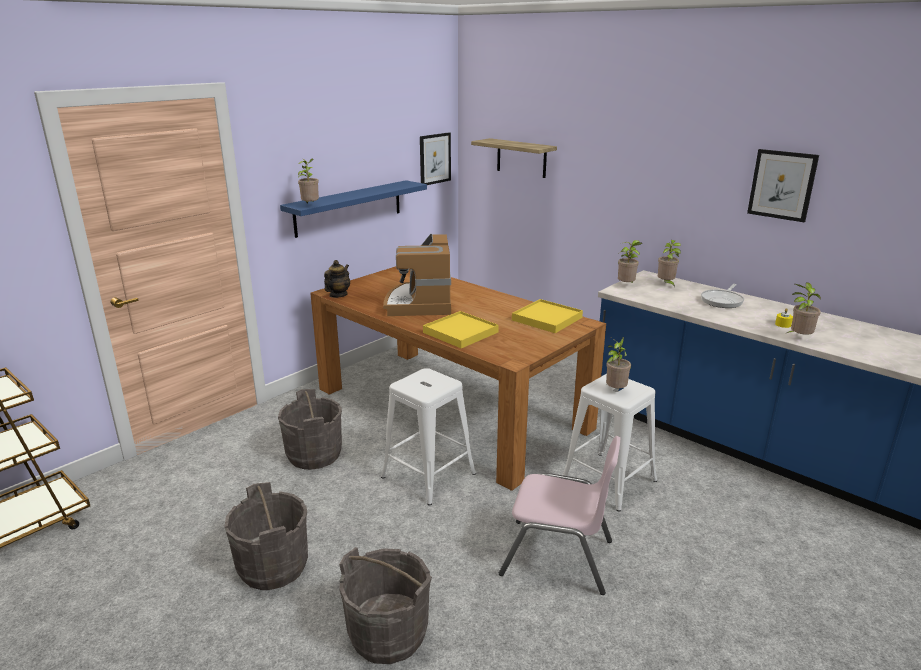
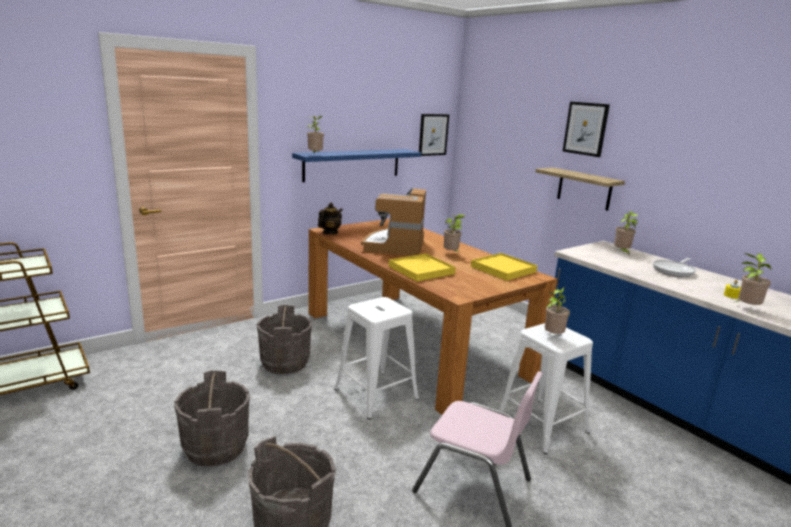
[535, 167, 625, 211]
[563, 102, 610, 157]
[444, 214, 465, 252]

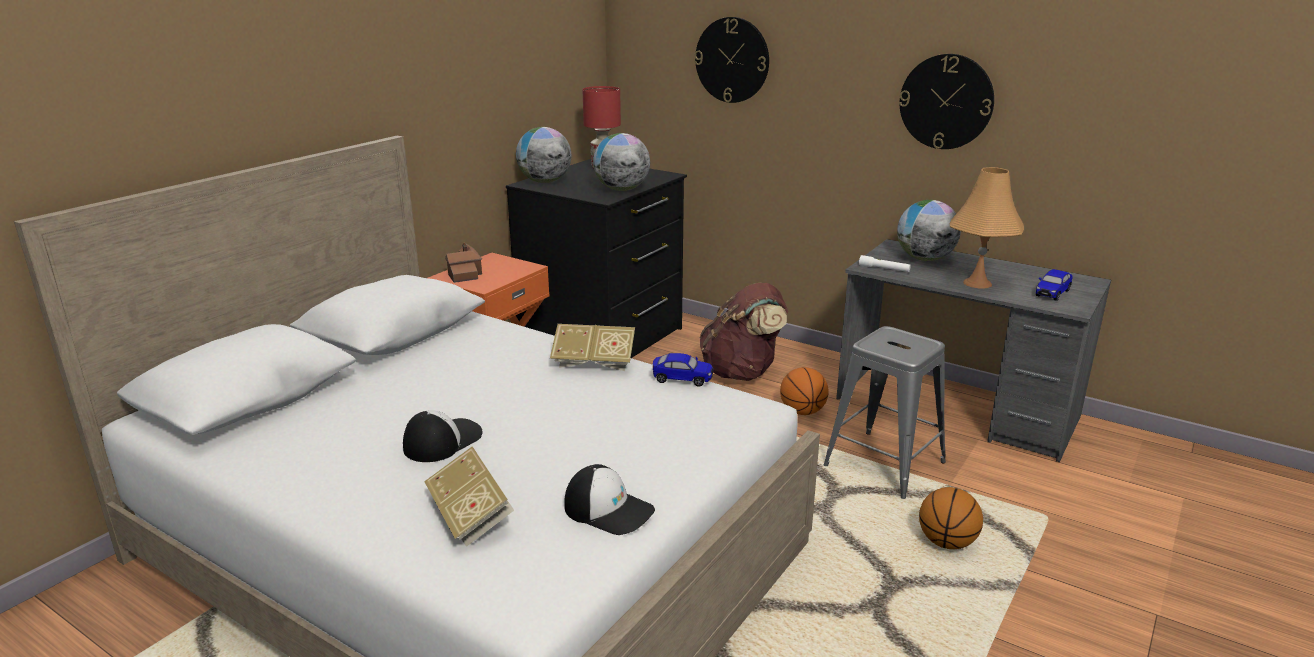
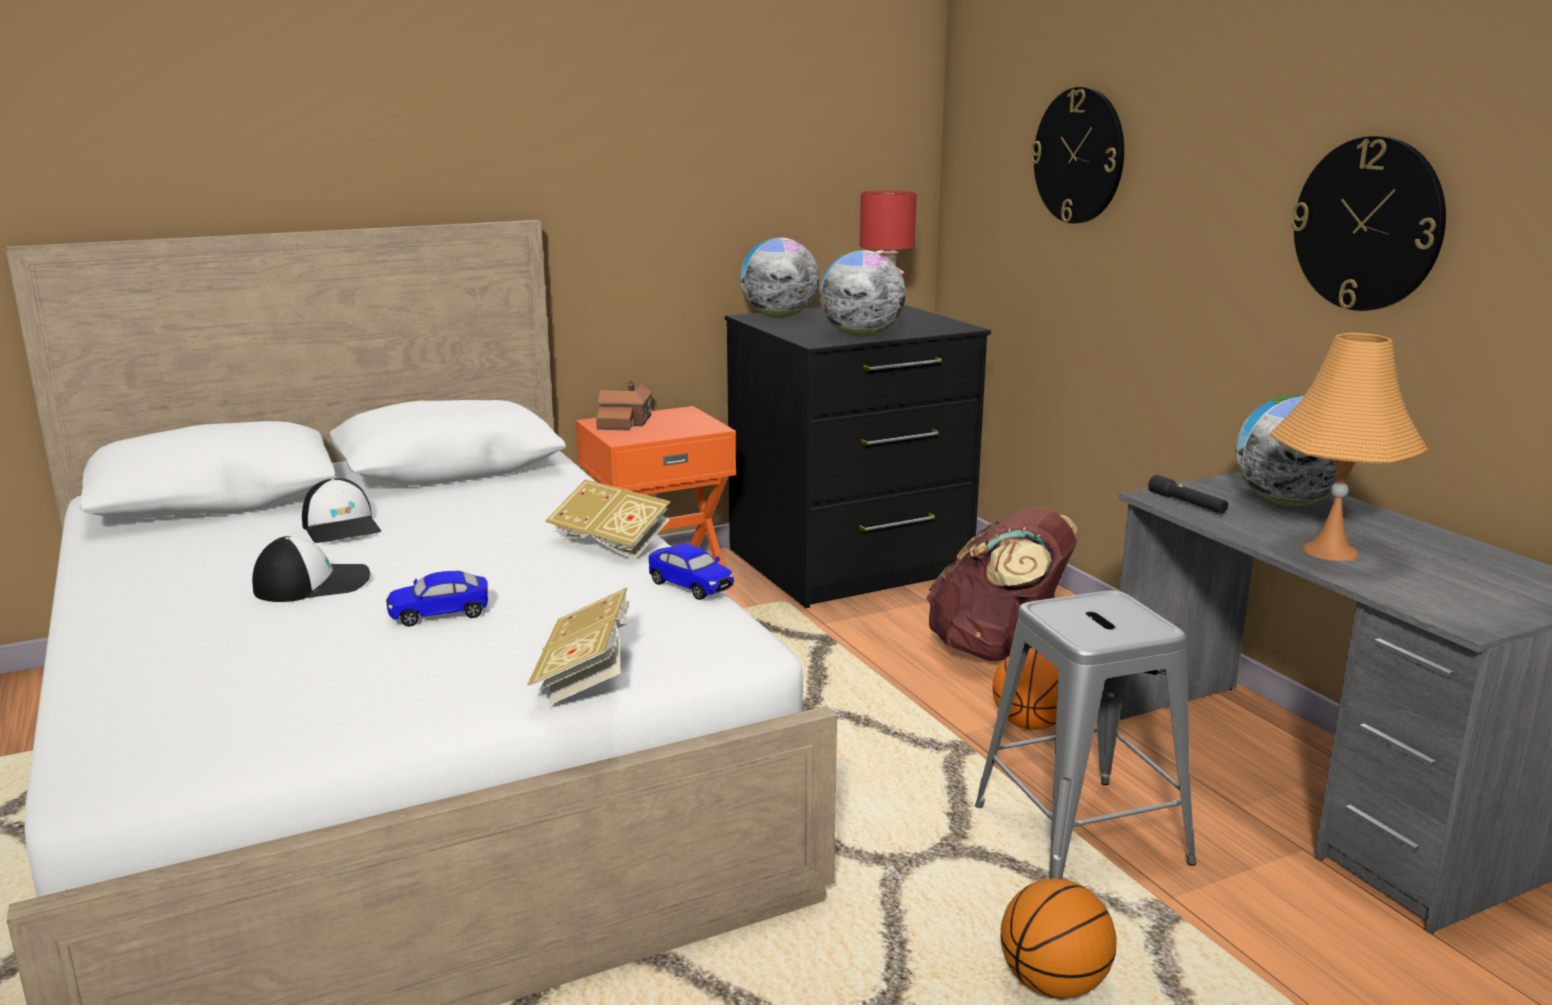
[1148, 475, 1228, 514]
[386, 571, 488, 627]
[527, 588, 635, 705]
[302, 478, 381, 543]

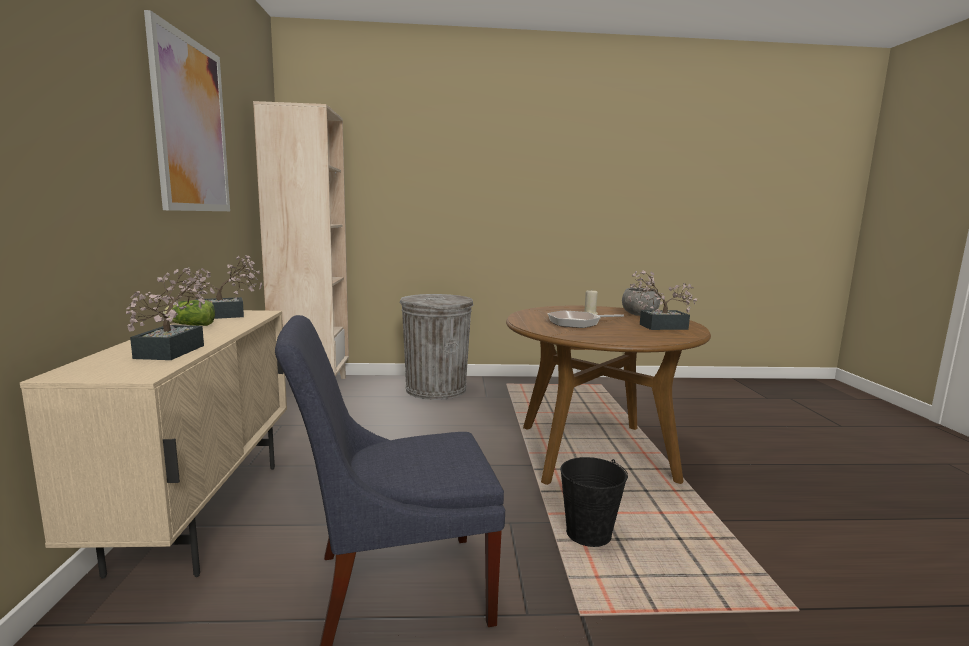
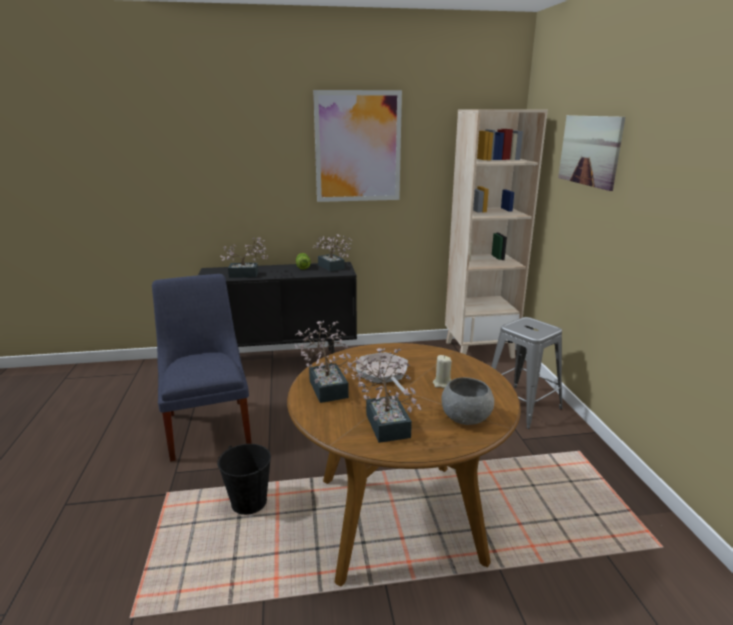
[491, 317, 563, 429]
[198, 262, 357, 354]
[558, 115, 625, 191]
[295, 321, 356, 403]

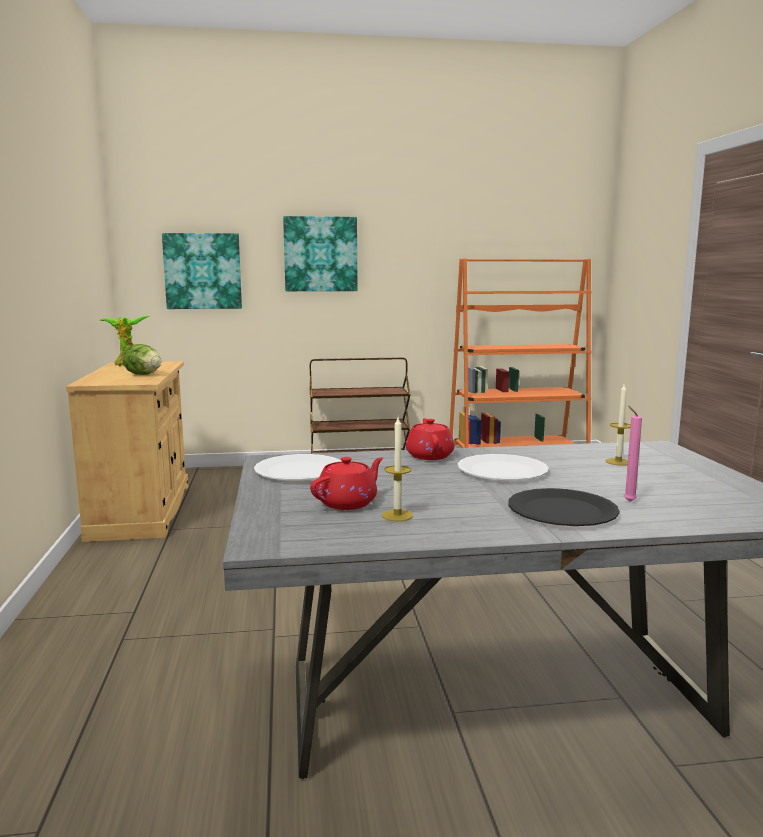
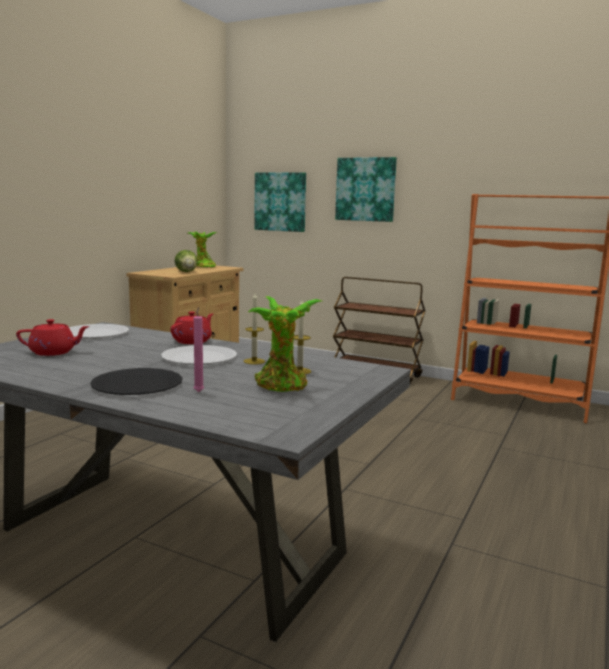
[243, 293, 265, 365]
[248, 296, 322, 392]

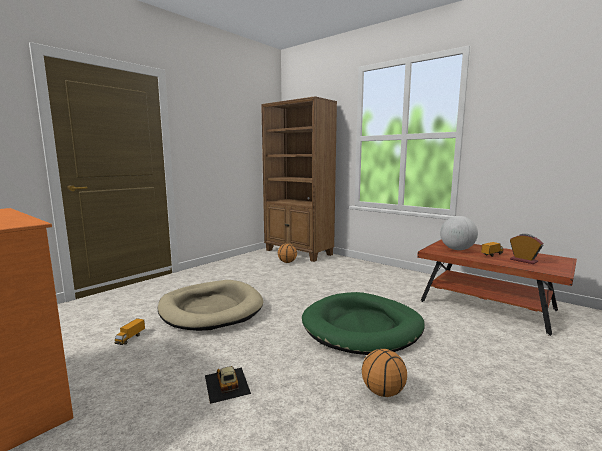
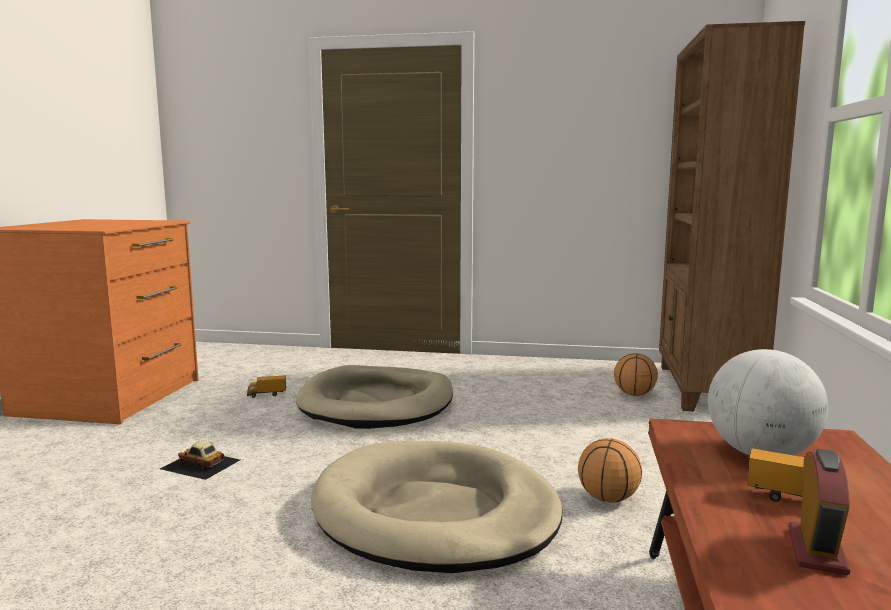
[311, 441, 563, 573]
[578, 438, 642, 503]
[160, 440, 240, 480]

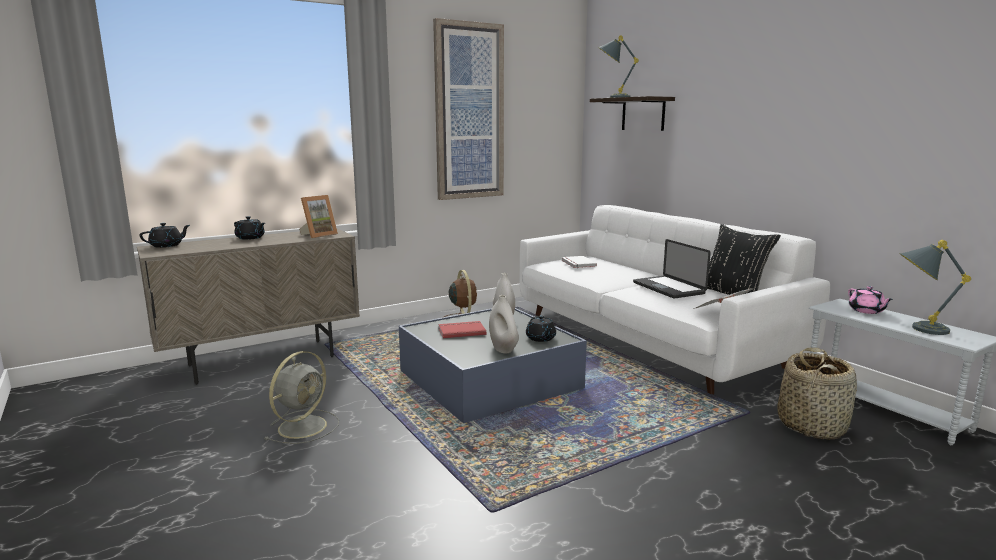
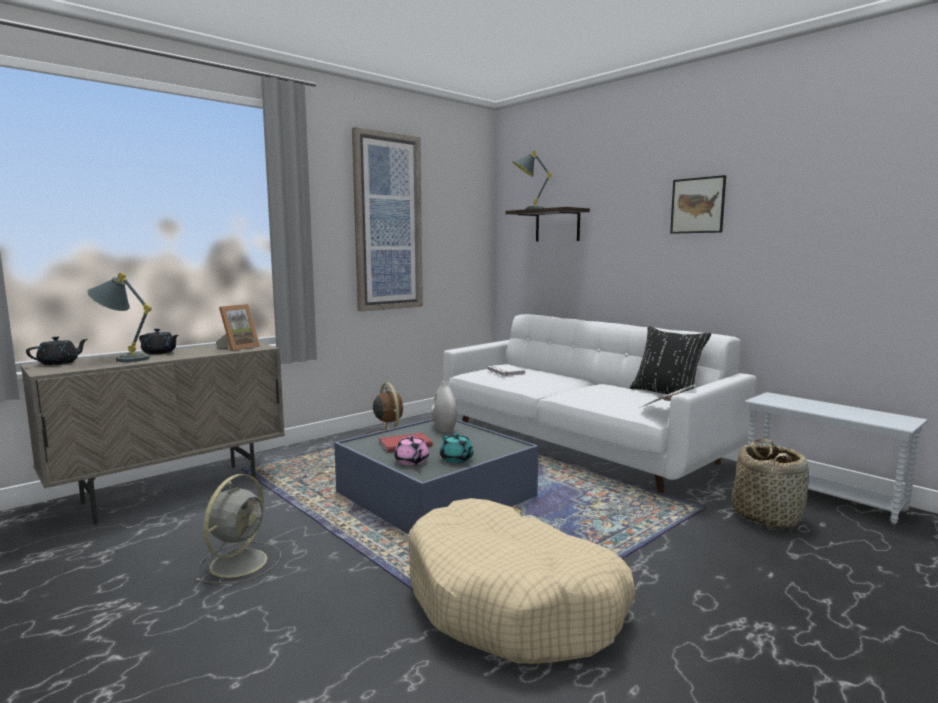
[633, 239, 711, 299] (first image)
[87, 273, 152, 362]
[394, 435, 429, 466]
[440, 433, 474, 463]
[526, 315, 556, 342] (first image)
[670, 175, 726, 234]
[408, 498, 635, 664]

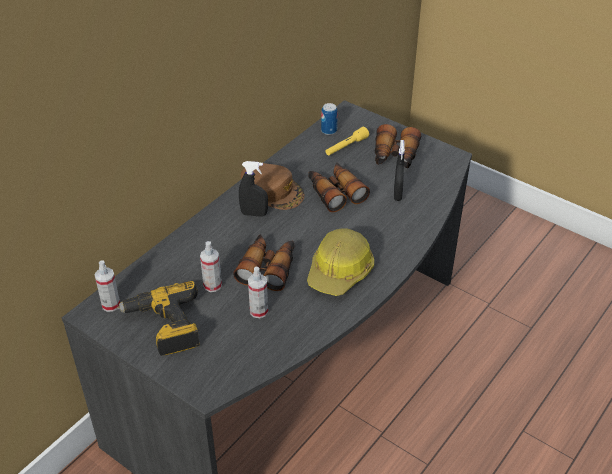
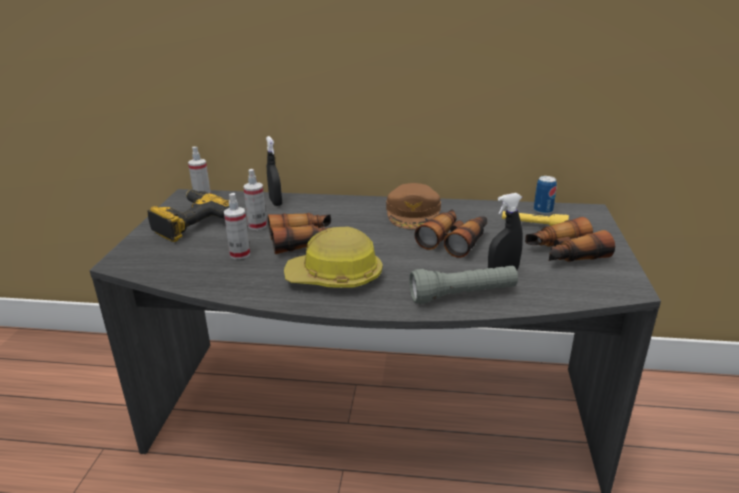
[266, 136, 282, 206]
[409, 266, 518, 304]

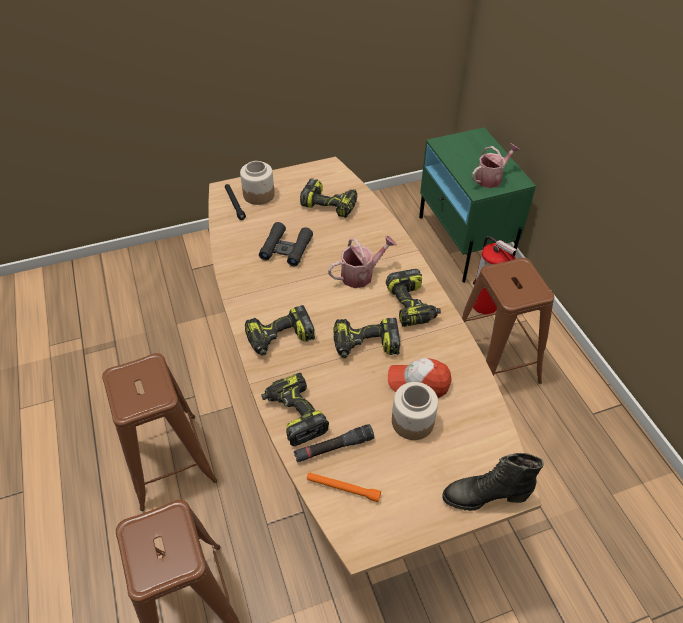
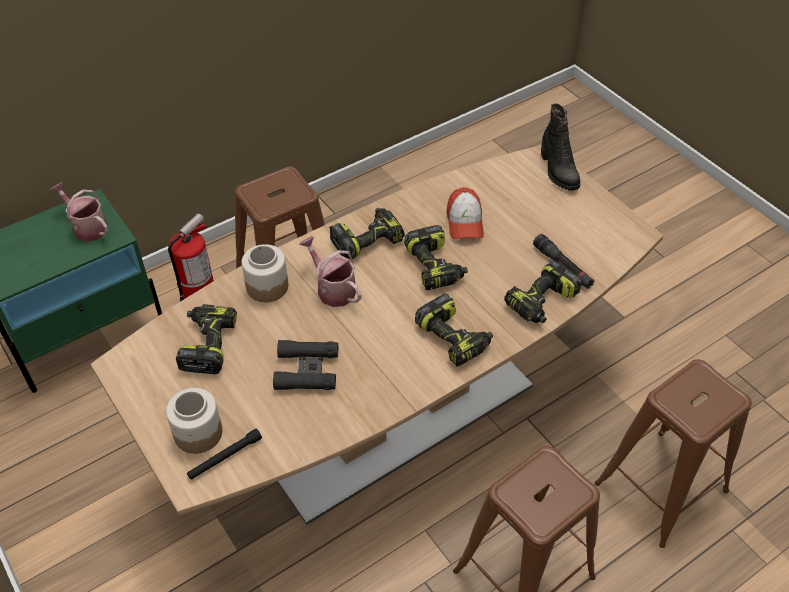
[242, 244, 288, 302]
[307, 472, 381, 502] (first image)

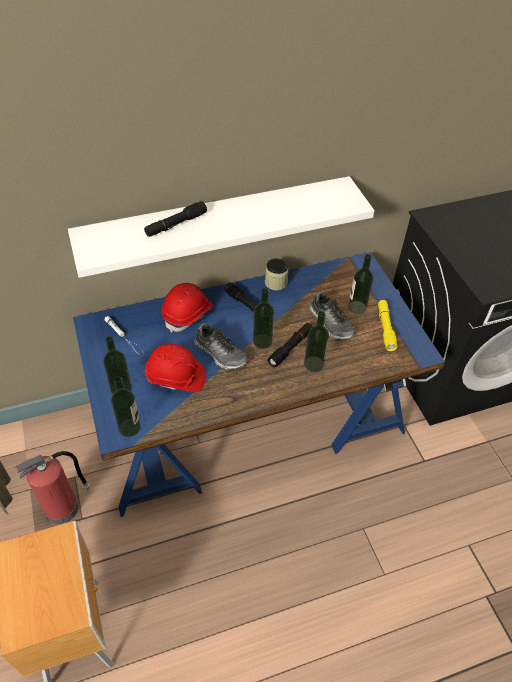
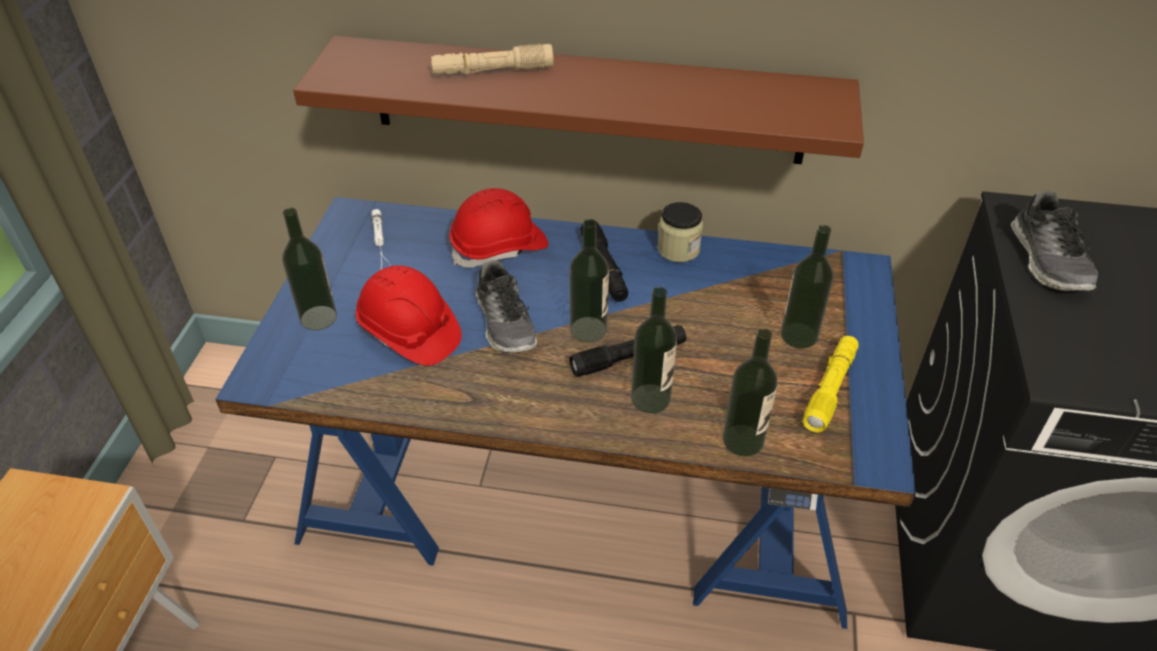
[293, 36, 864, 164]
[431, 44, 554, 75]
[1011, 191, 1098, 291]
[723, 328, 778, 457]
[14, 451, 90, 524] (first image)

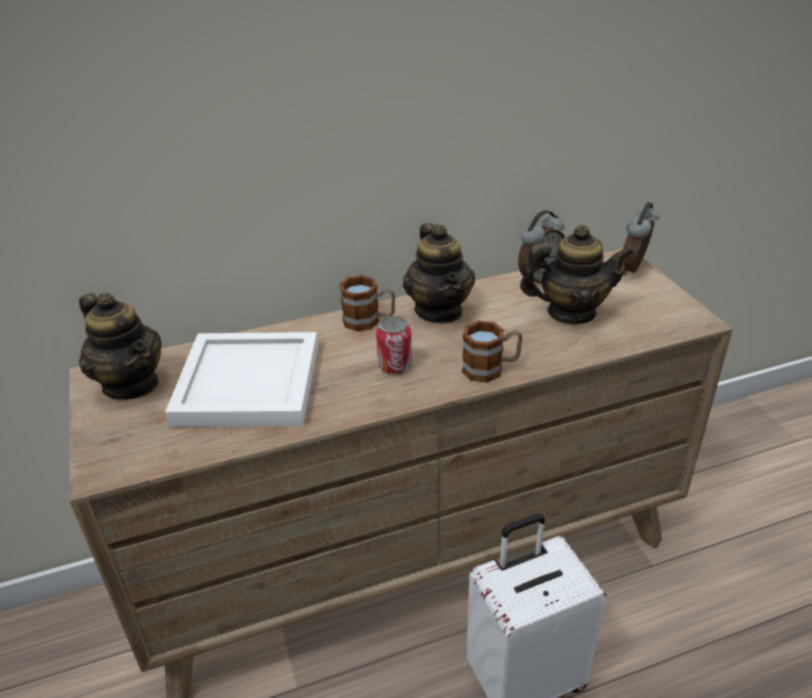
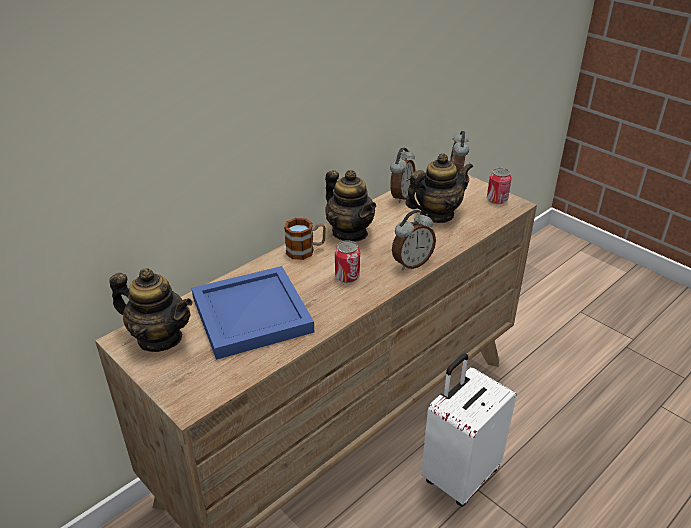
[392, 210, 436, 270]
[191, 266, 314, 360]
[487, 168, 512, 204]

